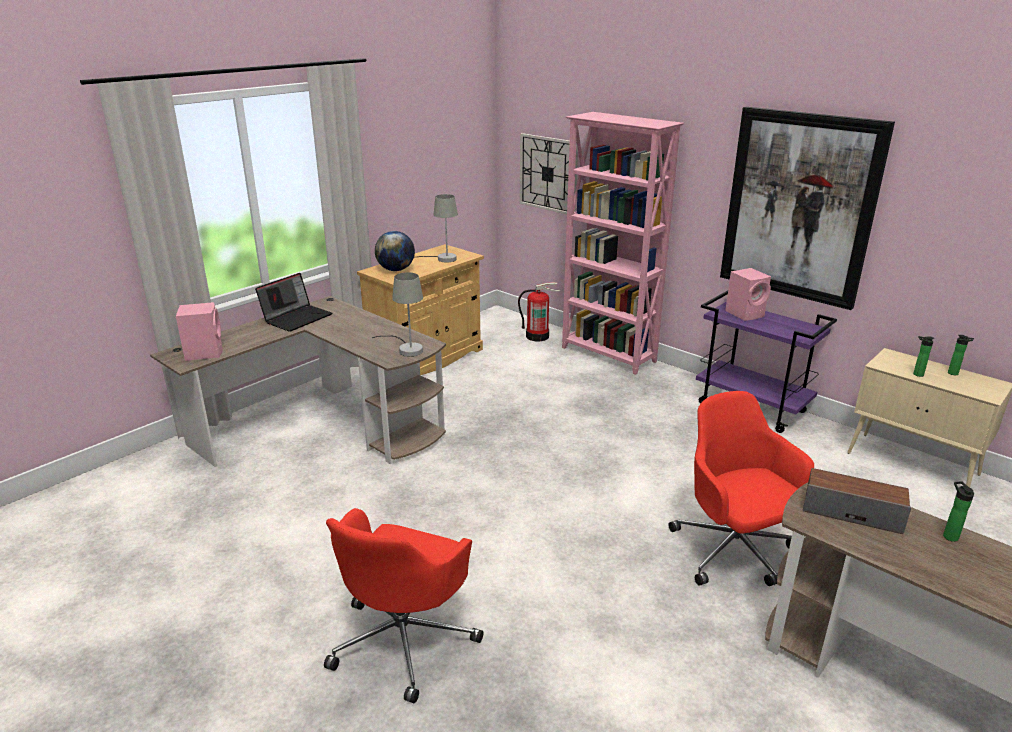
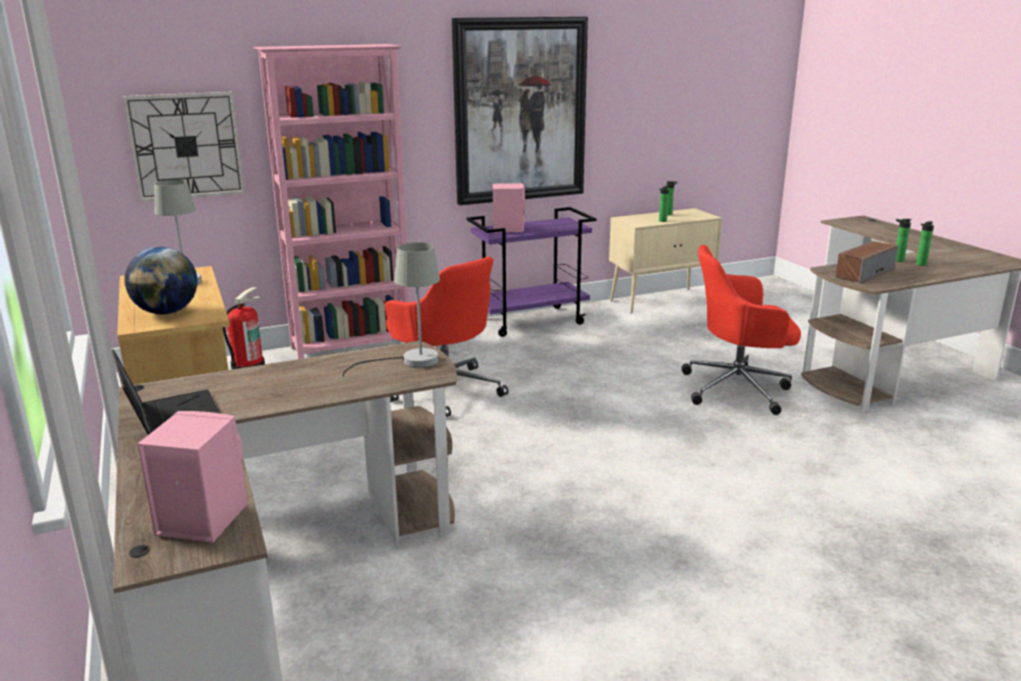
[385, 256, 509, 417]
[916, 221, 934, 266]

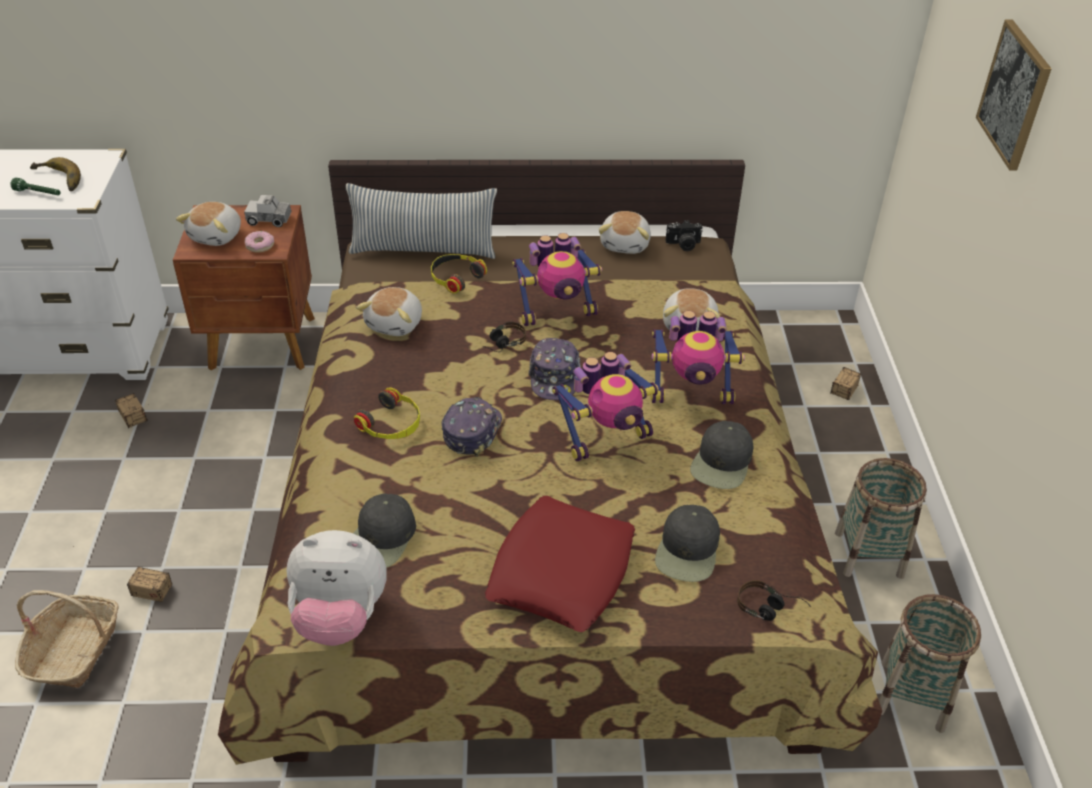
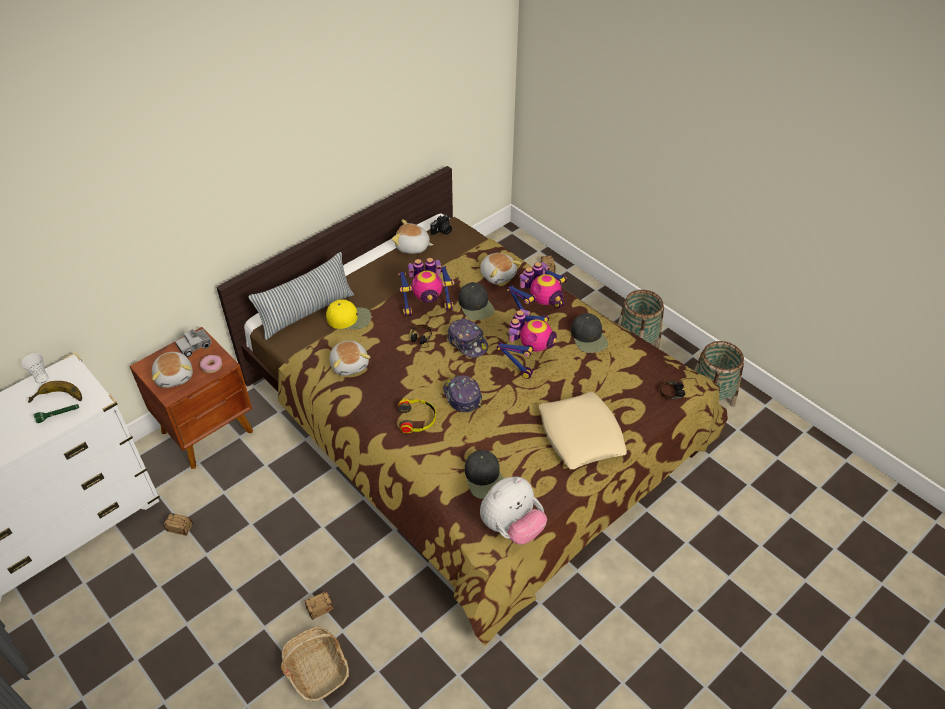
[976, 20, 1052, 170] (first image)
[392, 219, 433, 254]
[398, 258, 454, 316]
[326, 300, 371, 329]
[539, 392, 627, 469]
[458, 282, 495, 320]
[21, 353, 49, 383]

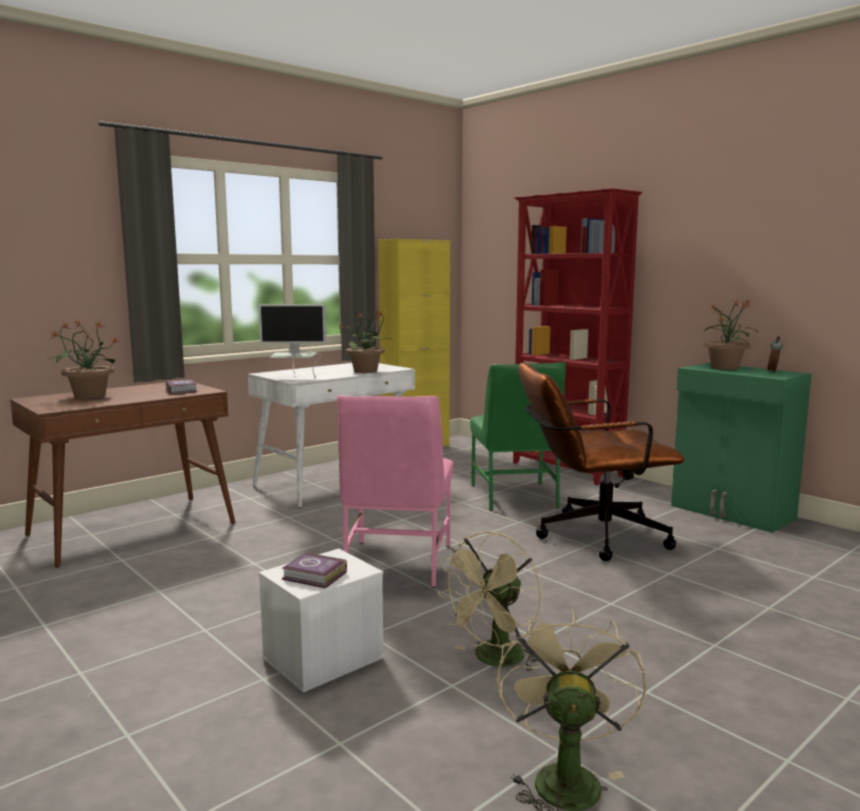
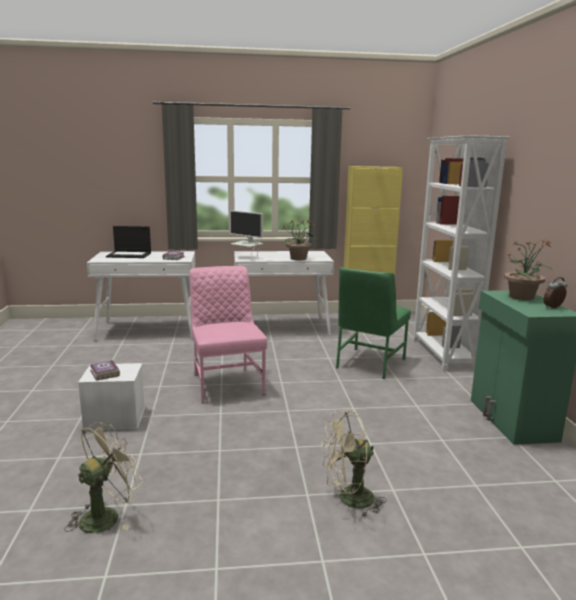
[413, 135, 509, 371]
[106, 226, 151, 258]
[518, 363, 685, 561] (first image)
[87, 251, 195, 341]
[190, 266, 267, 403]
[322, 411, 387, 518]

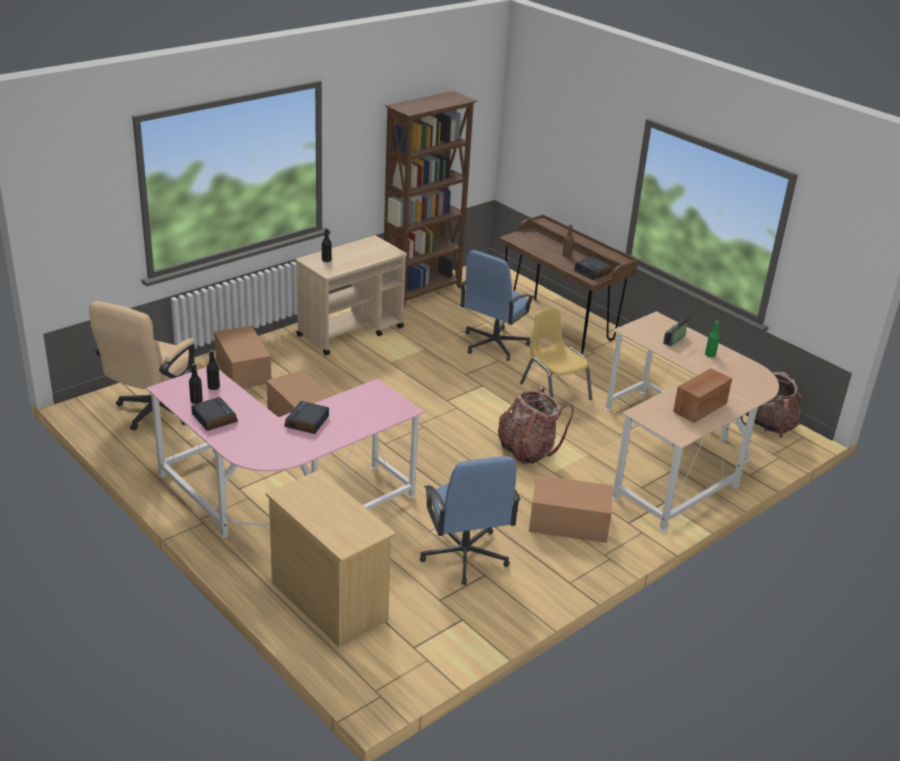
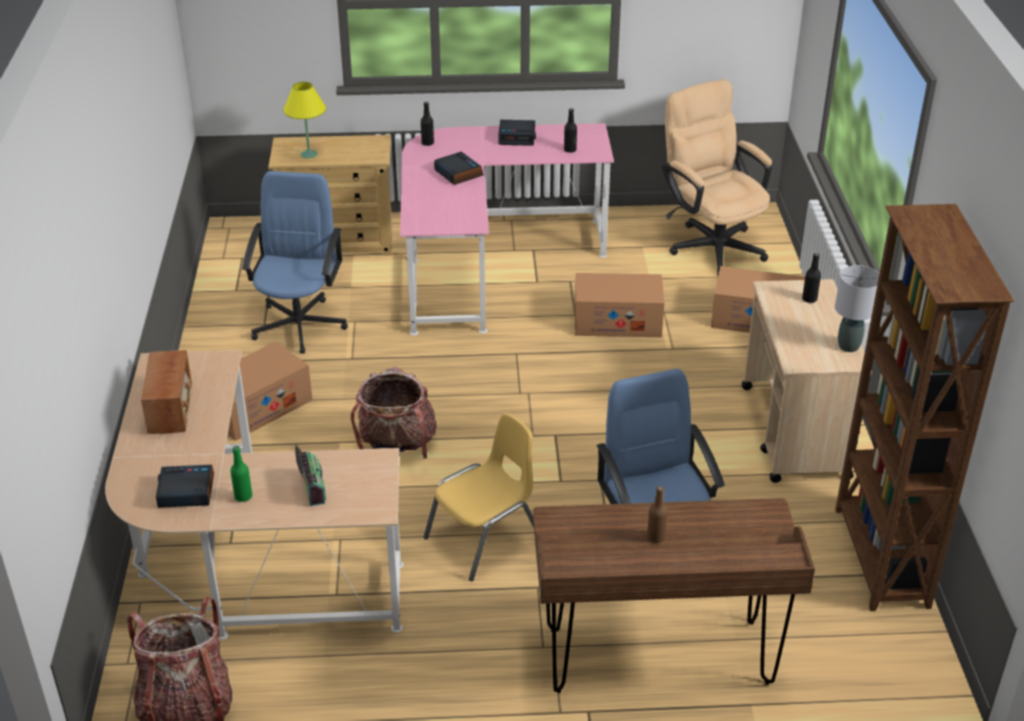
[156, 465, 214, 508]
[423, 413, 534, 581]
[421, 102, 434, 146]
[242, 171, 348, 354]
[283, 82, 326, 158]
[835, 265, 880, 352]

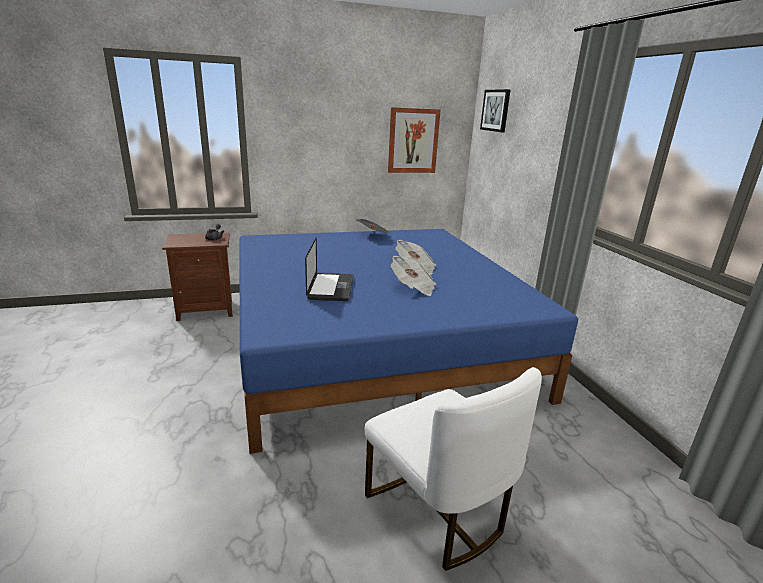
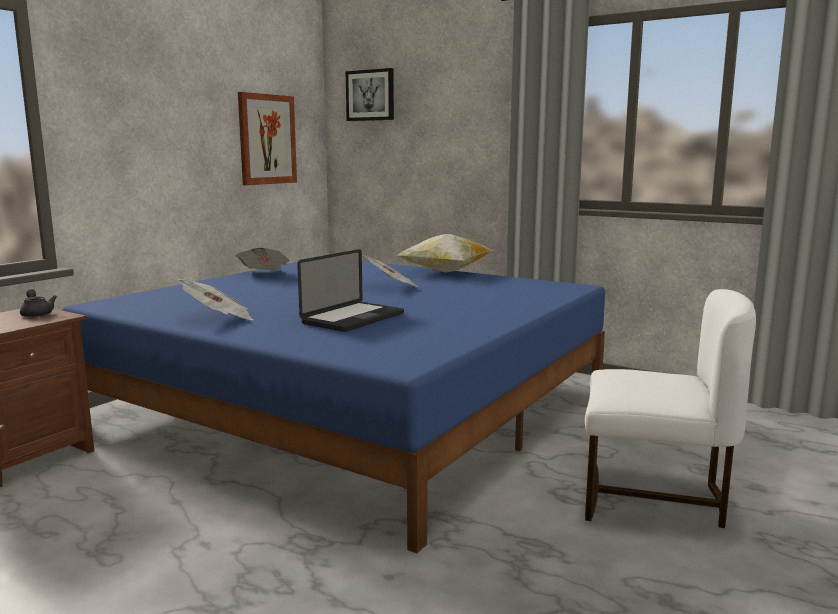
[297, 249, 404, 332]
[177, 279, 253, 320]
[396, 234, 493, 272]

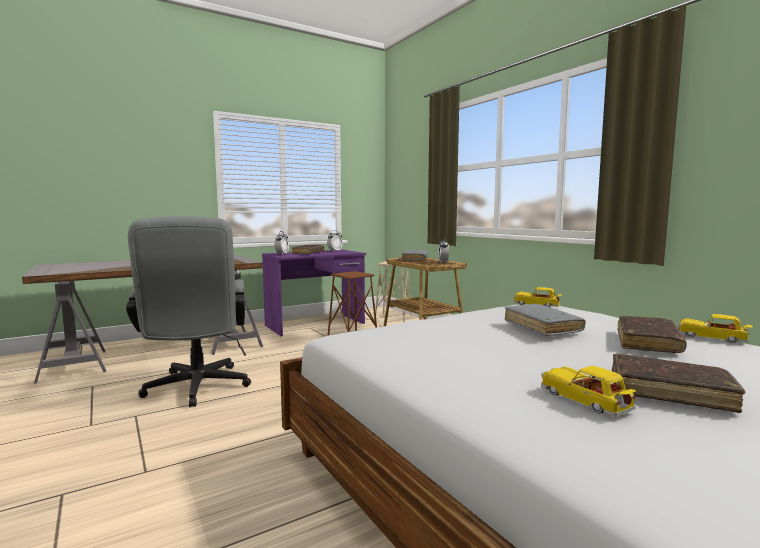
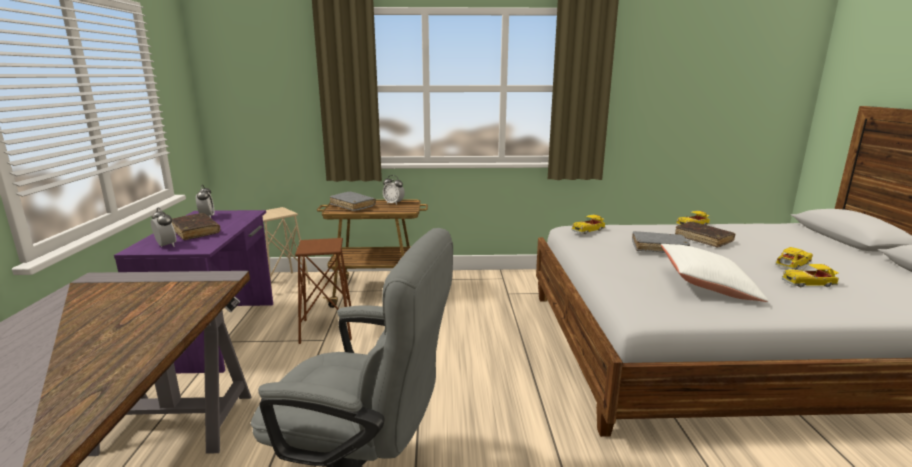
[775, 247, 813, 269]
[661, 244, 768, 302]

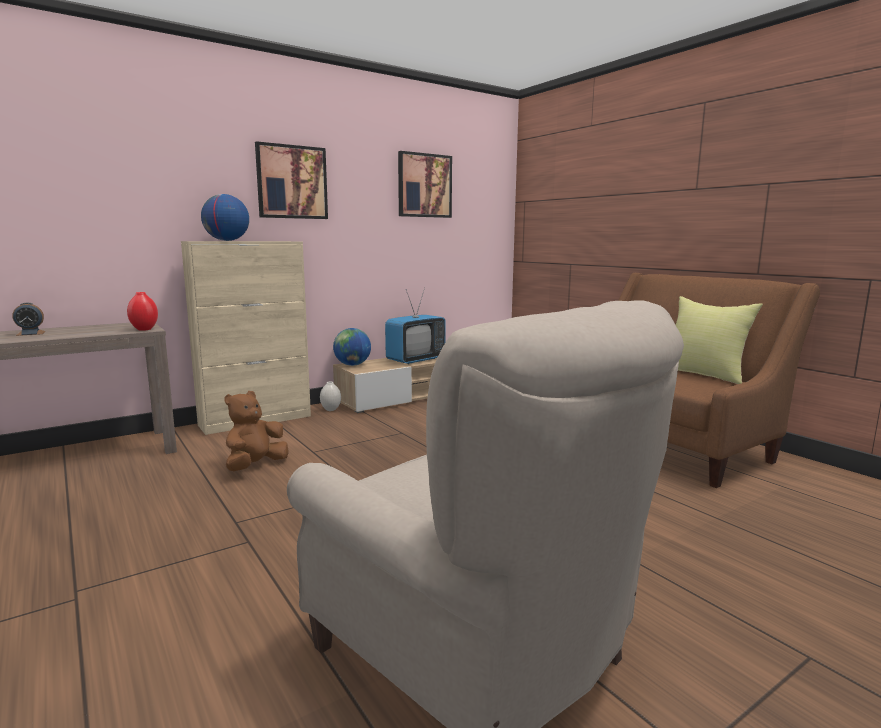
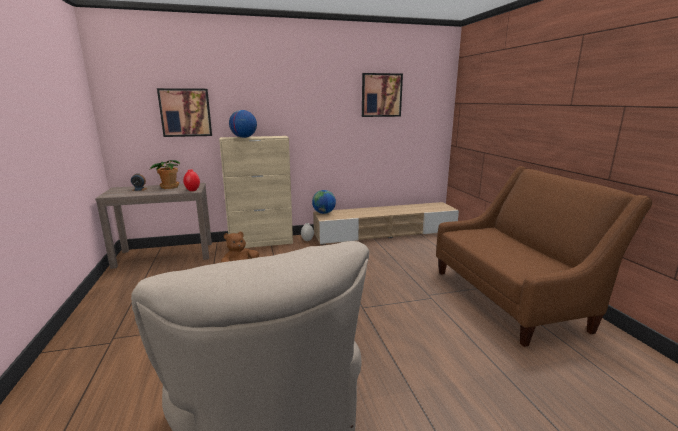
[157, 88, 212, 137]
[385, 287, 446, 364] (first image)
[676, 296, 763, 384] (first image)
[150, 160, 180, 189]

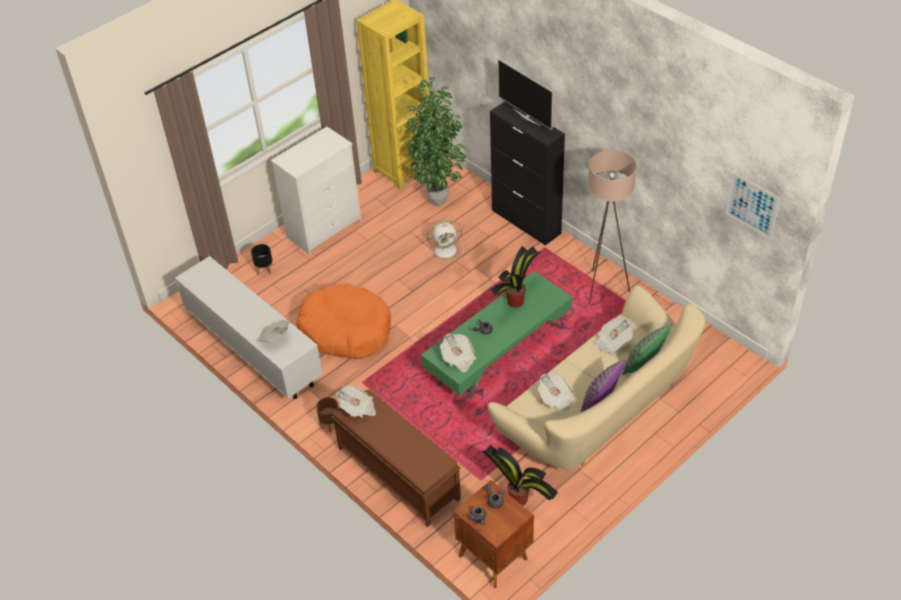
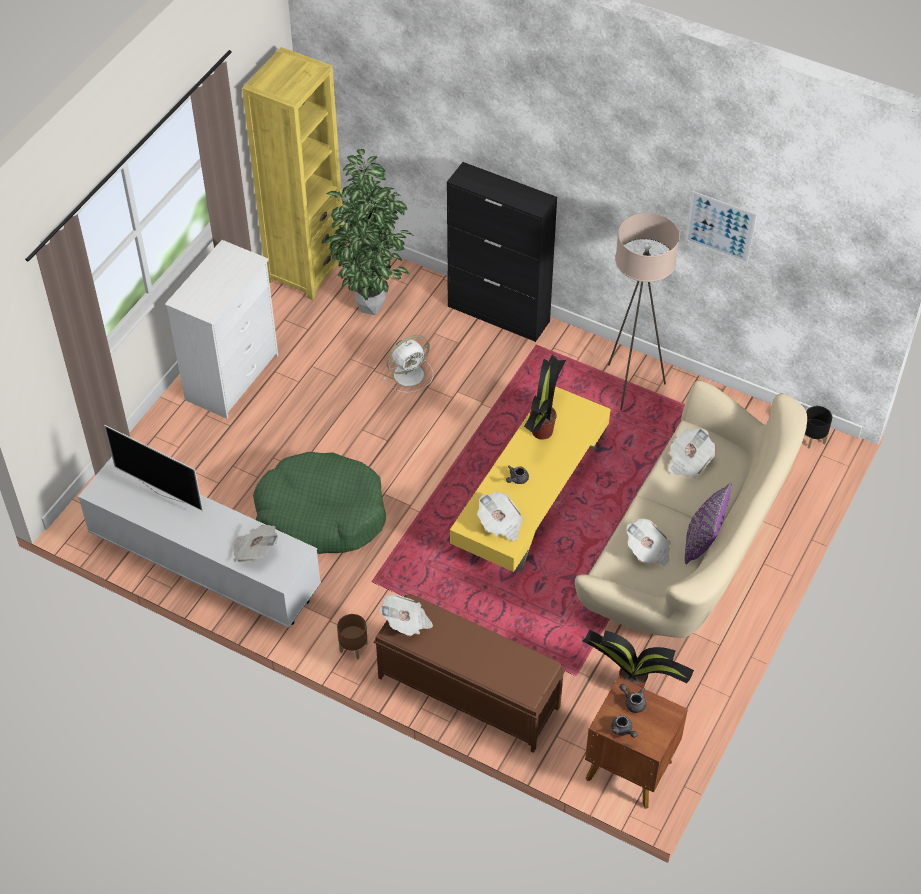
[104, 425, 203, 511]
[685, 191, 757, 264]
[805, 406, 832, 449]
[450, 386, 610, 573]
[253, 452, 386, 554]
[623, 324, 672, 375] (first image)

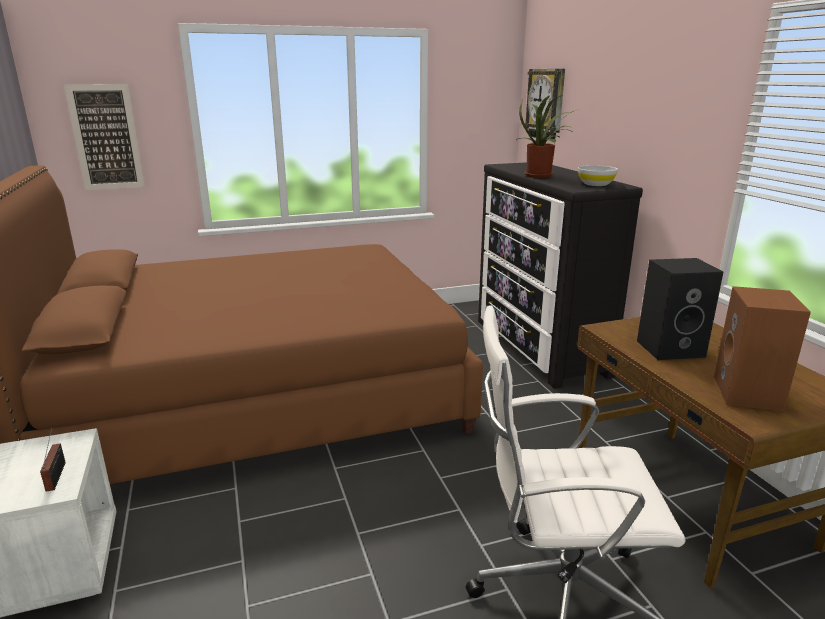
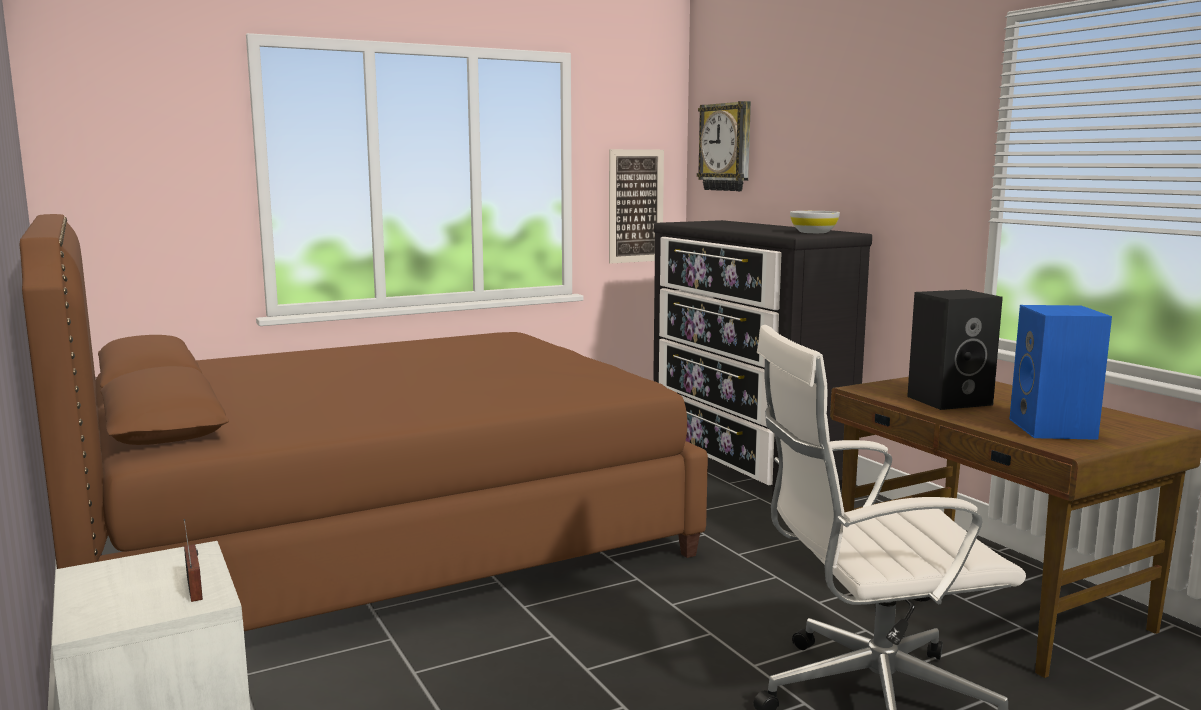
[609, 149, 664, 264]
[518, 95, 581, 178] (first image)
[1010, 305, 1112, 440]

